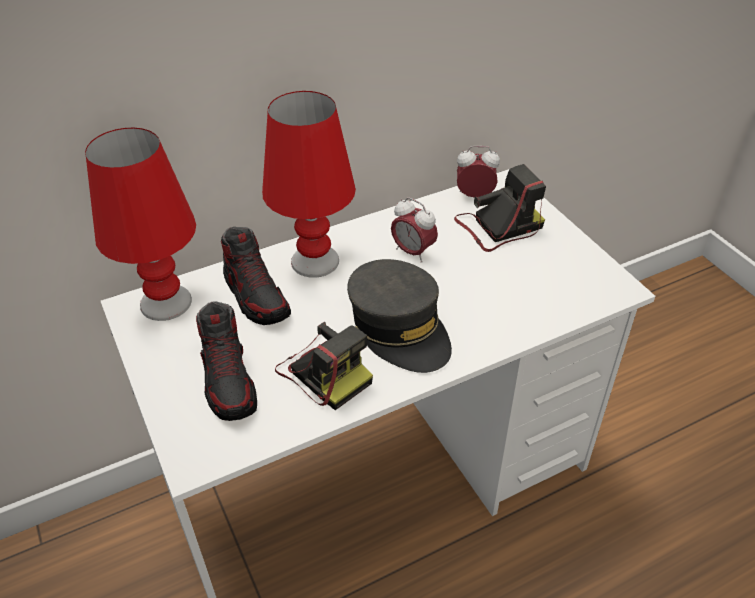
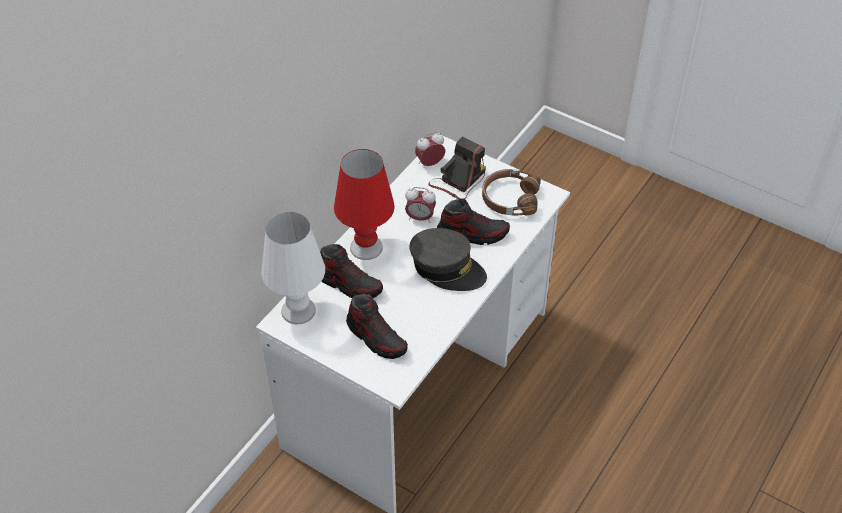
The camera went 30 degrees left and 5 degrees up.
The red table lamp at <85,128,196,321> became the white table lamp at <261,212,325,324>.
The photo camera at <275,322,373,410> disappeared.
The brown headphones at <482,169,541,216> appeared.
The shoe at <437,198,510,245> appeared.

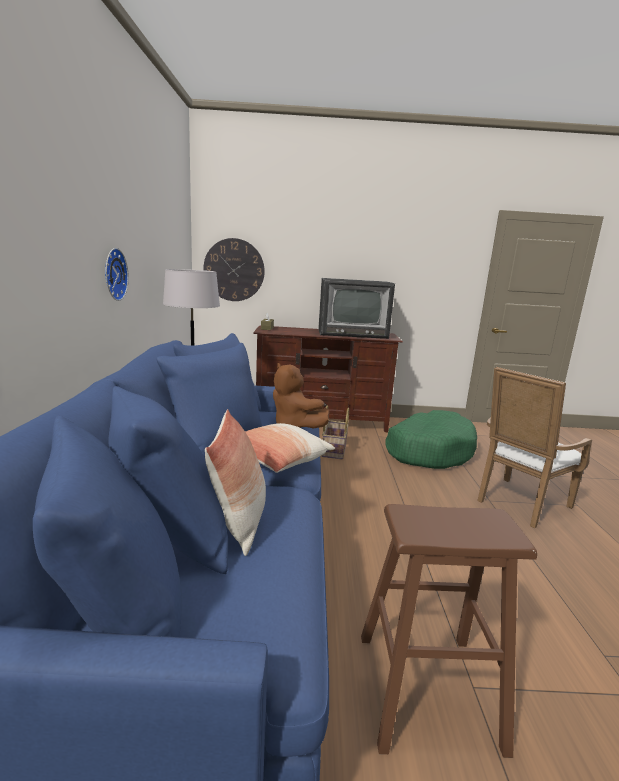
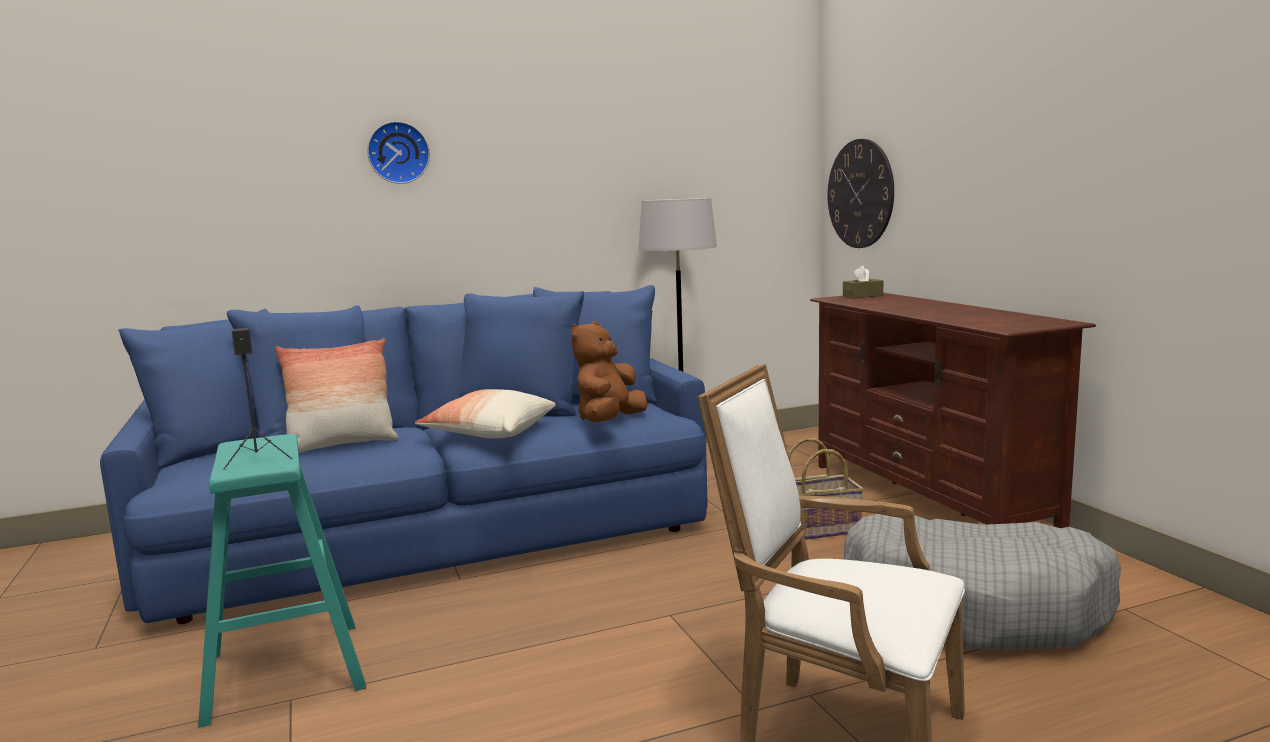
The camera went 70 degrees right and 5 degrees down.
The wall clock moved from <105,248,129,301> to <367,121,430,184>.
The television at <318,278,395,339> disappeared.
The green dog bed at <386,410,477,469> became the grey dog bed at <844,514,1121,650>.
The brown stool at <361,504,537,758> became the turquoise stool at <198,434,366,728>.
The black speaker at <223,328,292,470> appeared.

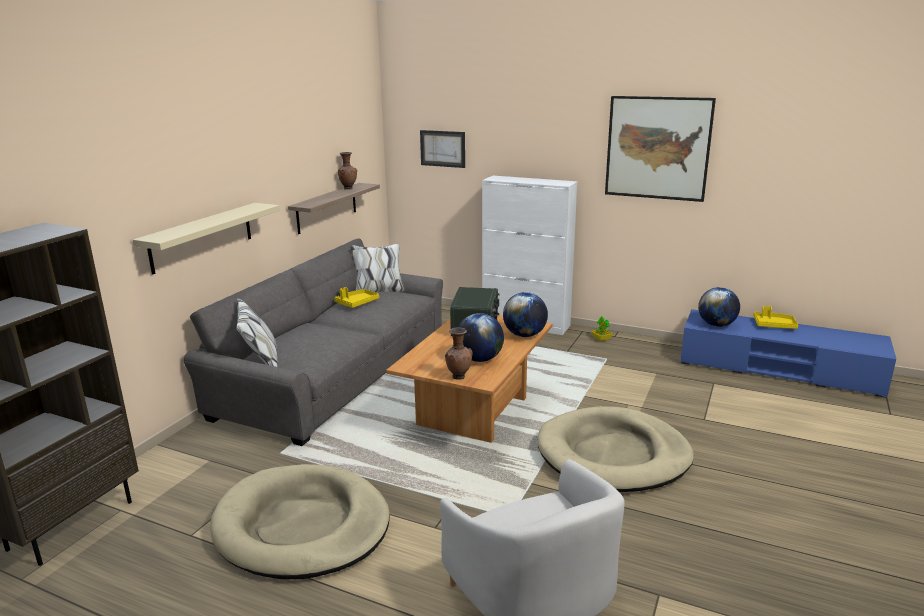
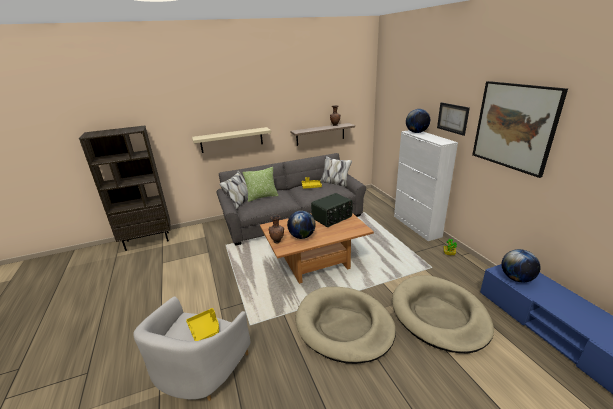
The camera went 45 degrees right and 5 degrees up.
The picture moved from <420,130,465,168> to <437,102,470,136>.
The globe moved from <503,292,548,337> to <406,109,430,133>.
The yellow tray moved from <754,306,798,329> to <186,308,219,341>.
The beige dog bed moved from <210,464,390,579> to <392,275,494,353>.
The pillow at <242,167,278,202> appeared.

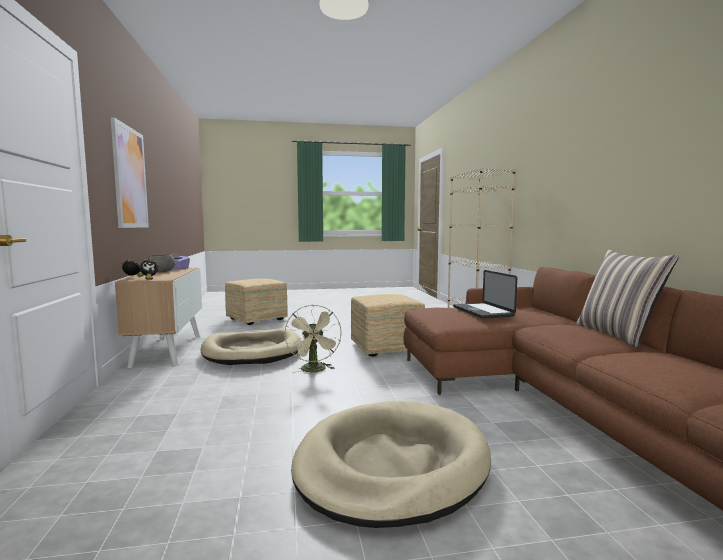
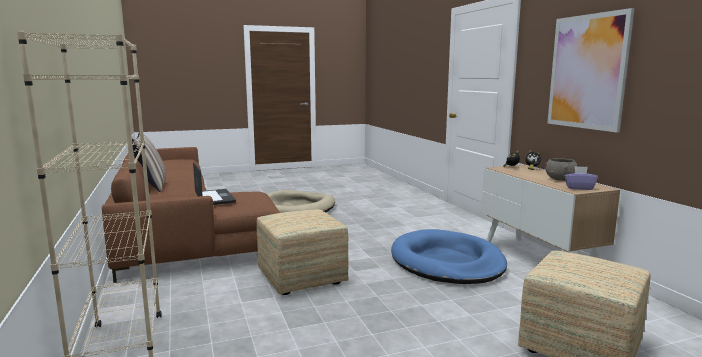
The camera went 170 degrees right and 5 degrees up.
The beige fan at <284,304,341,373> disappeared.
The beige dog bed at <201,328,301,365> became the blue dog bed at <391,229,507,284>.

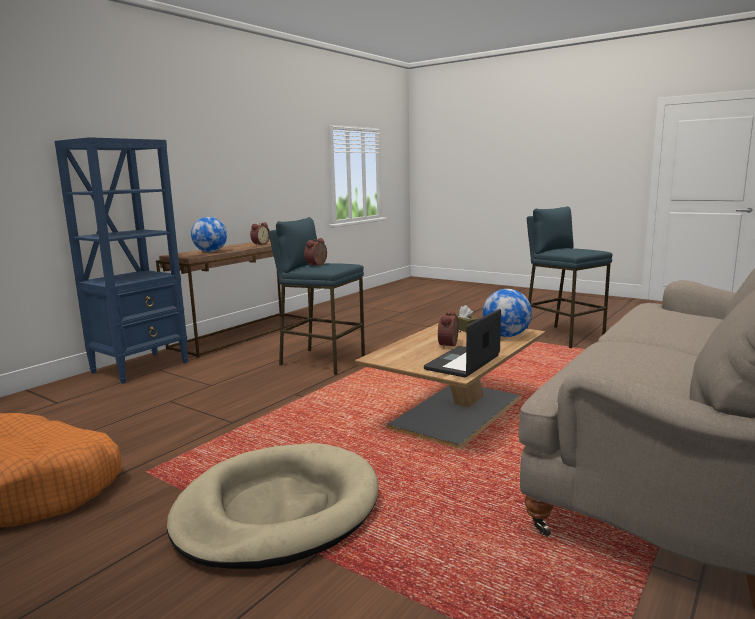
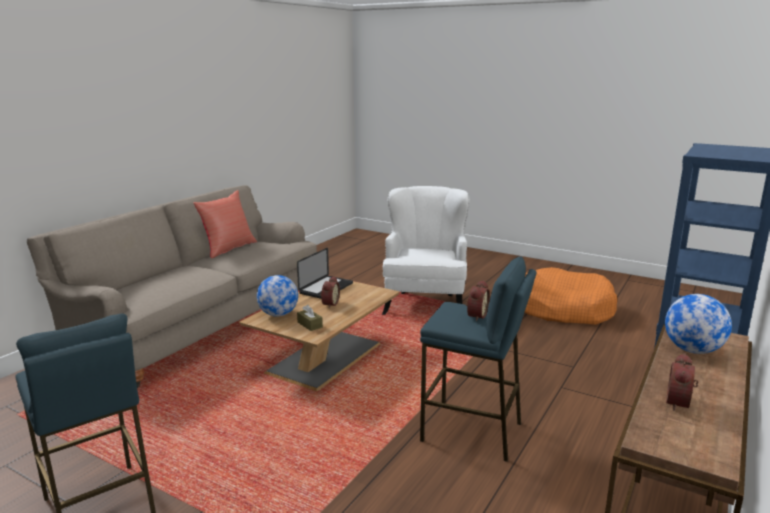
The camera went 175 degrees right and 5 degrees up.
The beige dog bed at <167,443,379,569> was replaced by the white armchair at <382,186,470,315>.
The red pillow at <193,190,257,258> appeared.

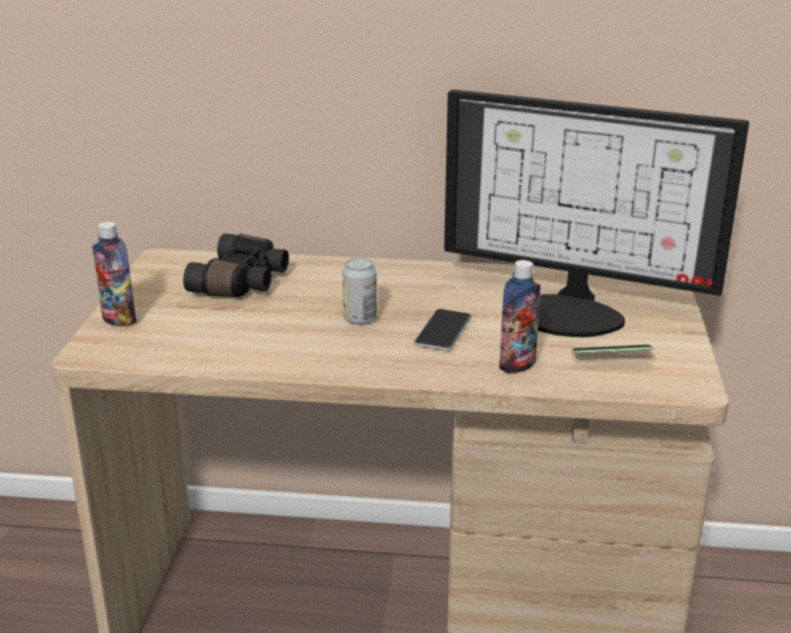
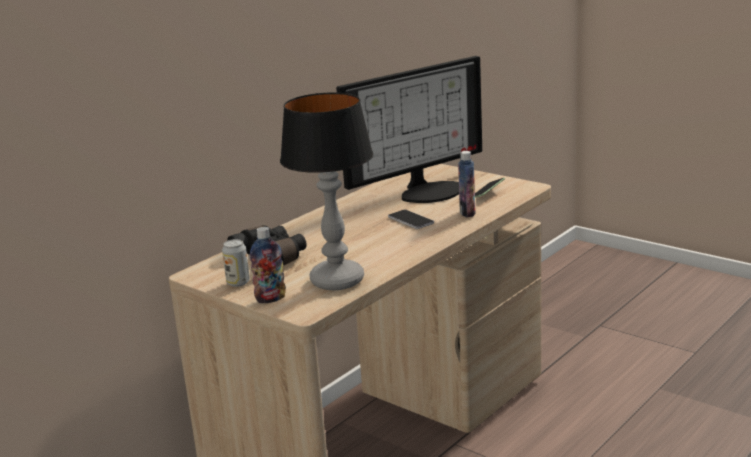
The camera went 55 degrees left and 5 degrees down.
The can moved from <342,258,377,325> to <222,239,250,287>.
The table lamp at <280,93,373,290> appeared.

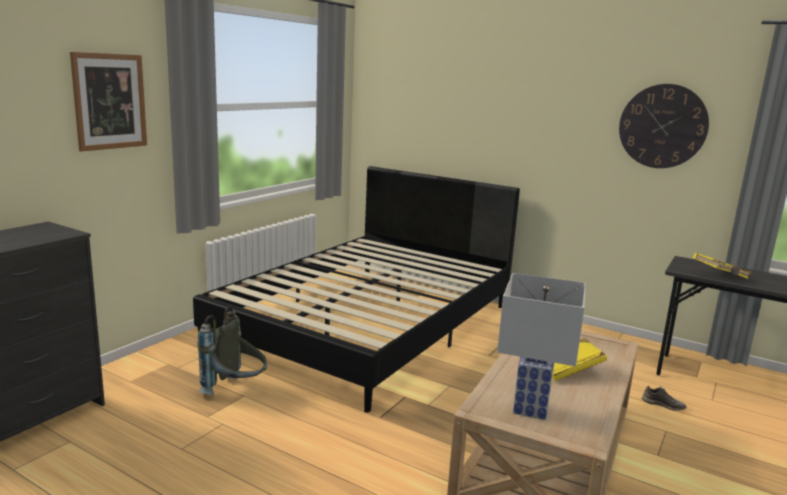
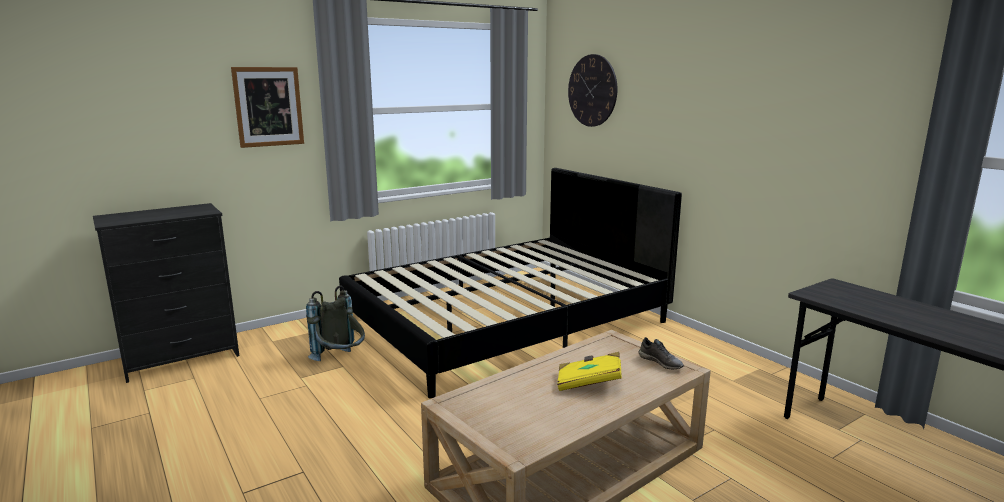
The camera went 25 degrees right and 0 degrees up.
The wall clock moved from <619,84,709,168> to <568,54,617,127>.
The yellow book at <693,253,752,279> disappeared.
The white table lamp at <497,273,586,420> disappeared.
The grey shoe moved from <642,386,687,411> to <638,337,684,369>.

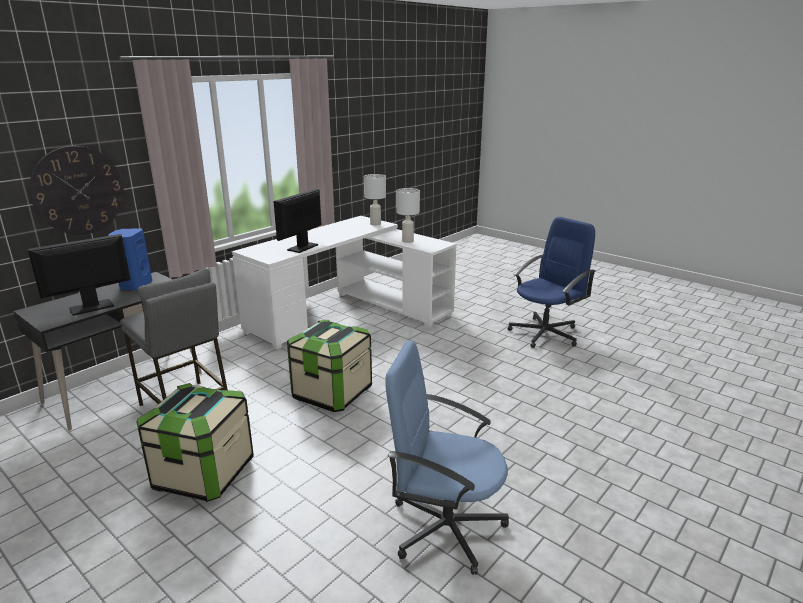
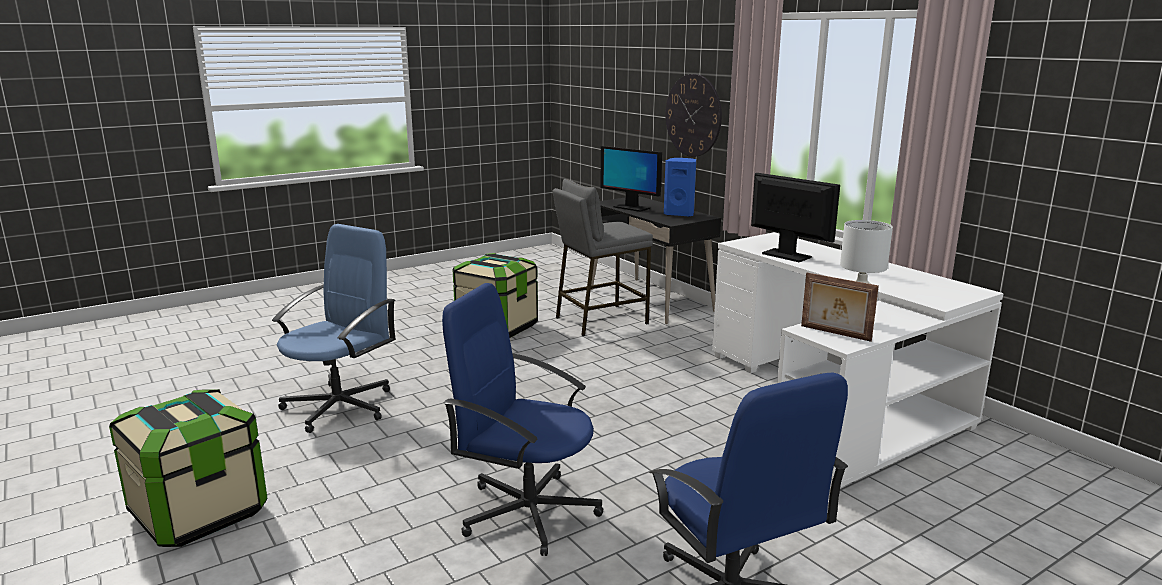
The camera went 105 degrees right and 5 degrees down.
The white table lamp at <364,174,386,226> disappeared.
The monitor at <27,234,131,316> turned 150 degrees clockwise.
The storage box moved from <287,320,372,412> to <109,389,267,547>.
The picture frame at <801,273,879,342> appeared.
The blue office chair at <442,283,604,556> appeared.

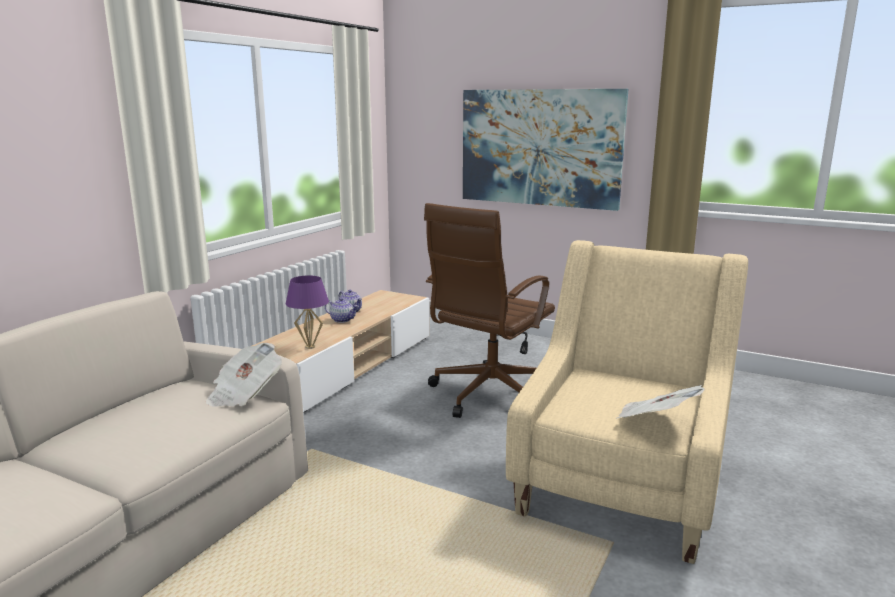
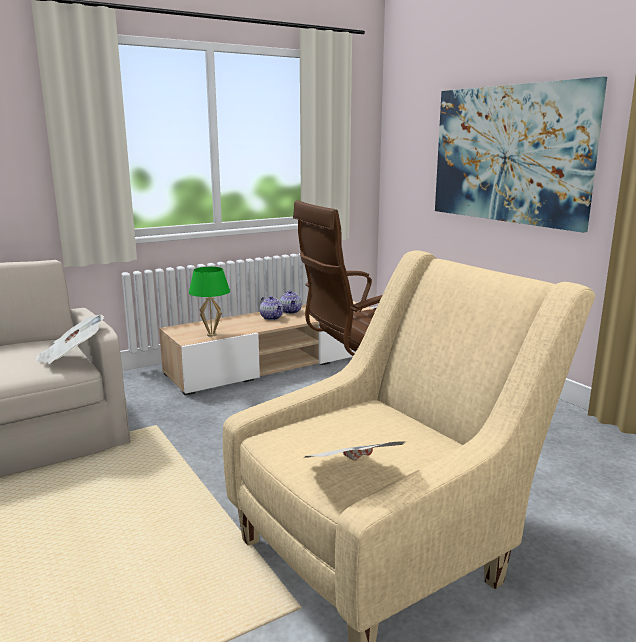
The camera went 30 degrees right and 0 degrees up.
The purple table lamp at <286,276,329,349> became the green table lamp at <189,267,230,337>.

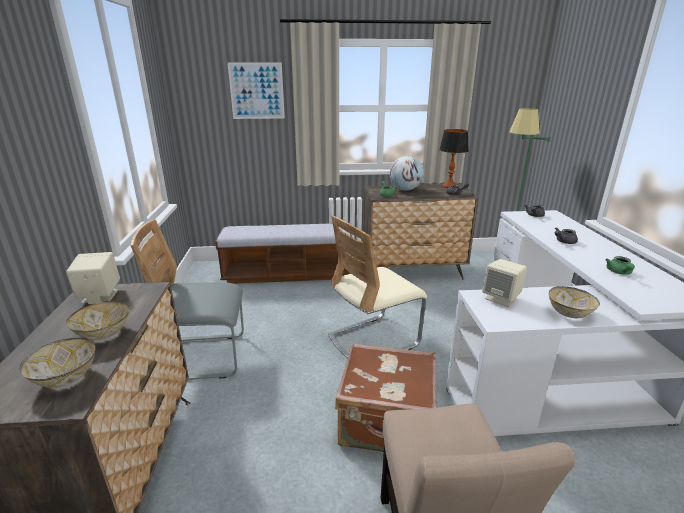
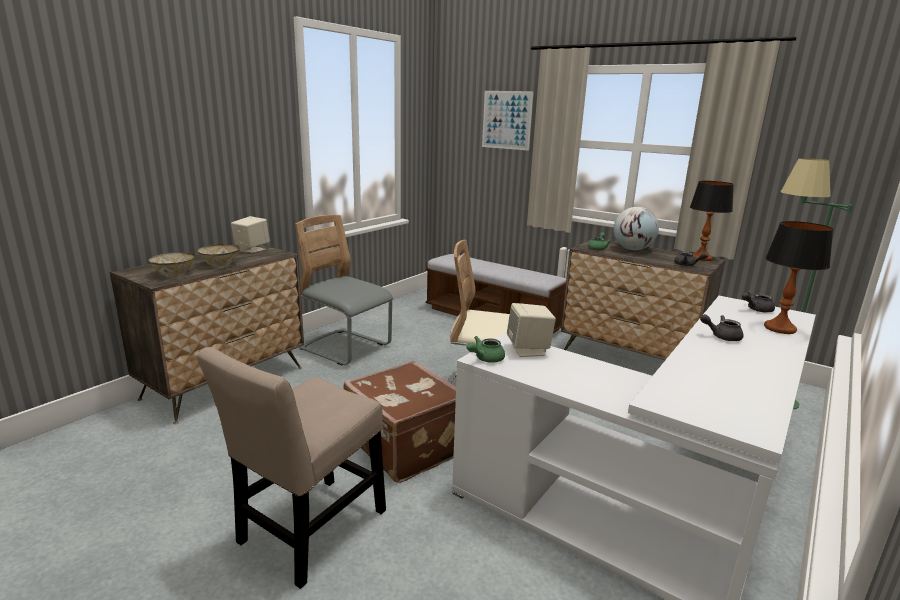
The camera went 40 degrees right and 5 degrees down.
The green teapot moved from <606,256,635,275> to <466,336,505,363>.
The bowl at <549,286,600,318> disappeared.
The table lamp at <764,221,833,334> appeared.

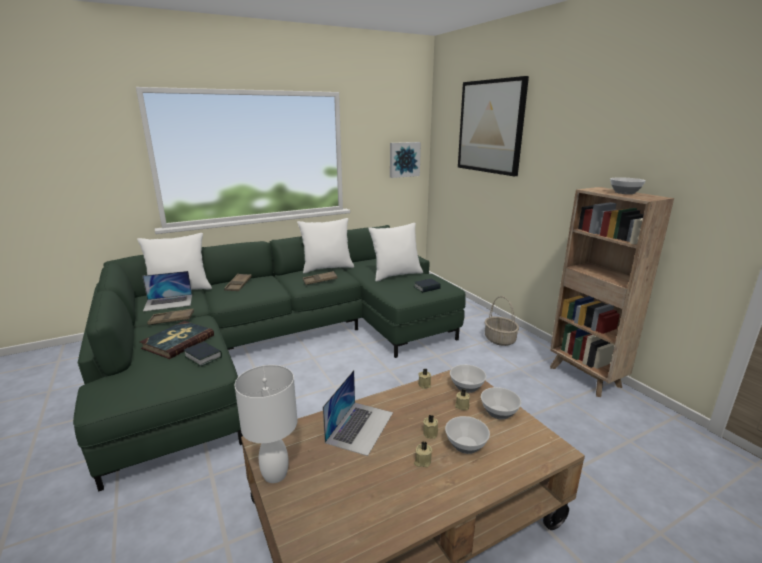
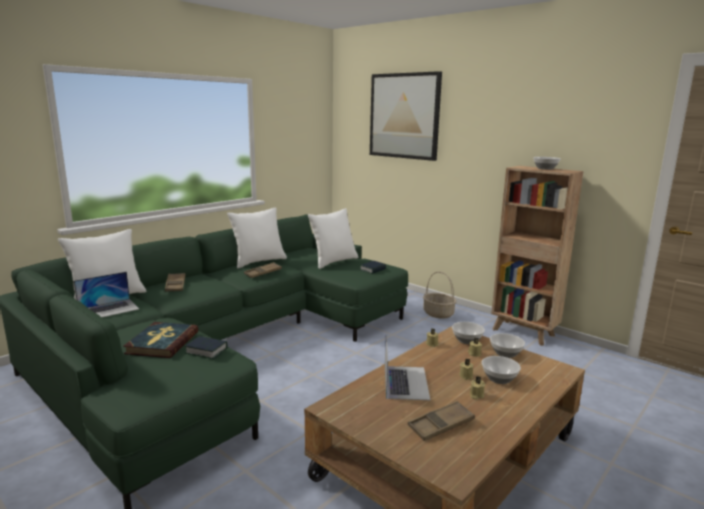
The camera went 20 degrees left and 5 degrees down.
The picture at <390,142,421,178> disappeared.
The brown tray moved from <147,309,194,325> to <408,401,475,441>.
The white table lamp at <235,365,297,483> disappeared.

